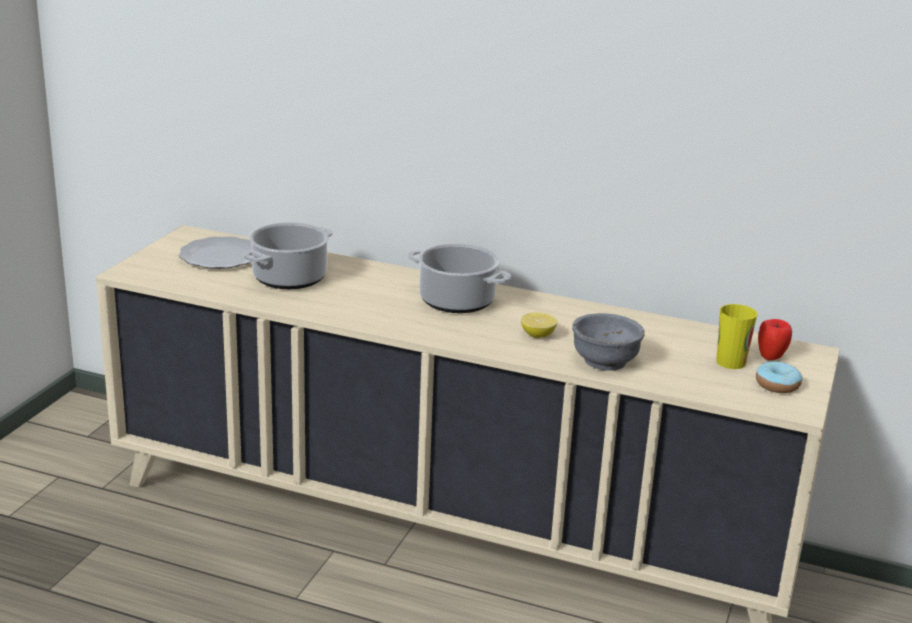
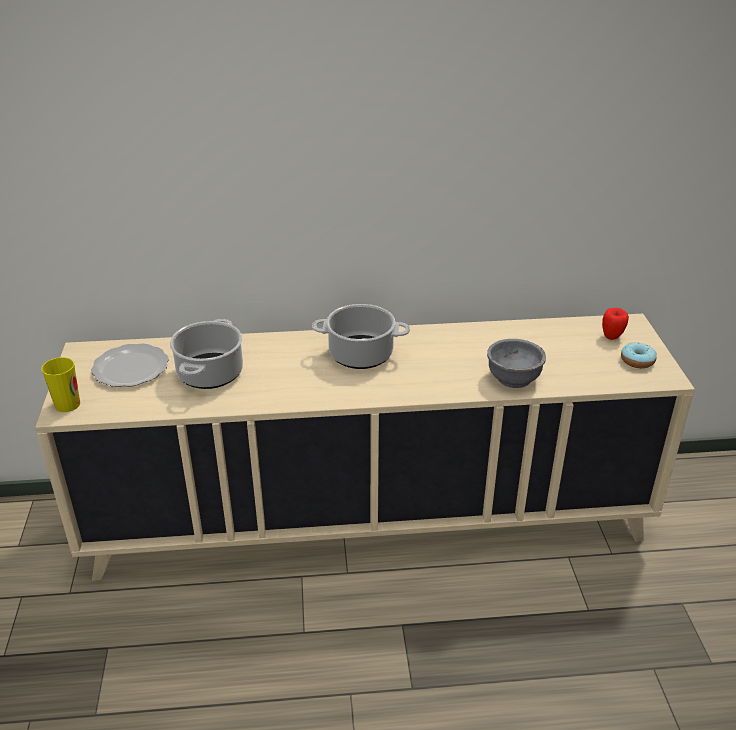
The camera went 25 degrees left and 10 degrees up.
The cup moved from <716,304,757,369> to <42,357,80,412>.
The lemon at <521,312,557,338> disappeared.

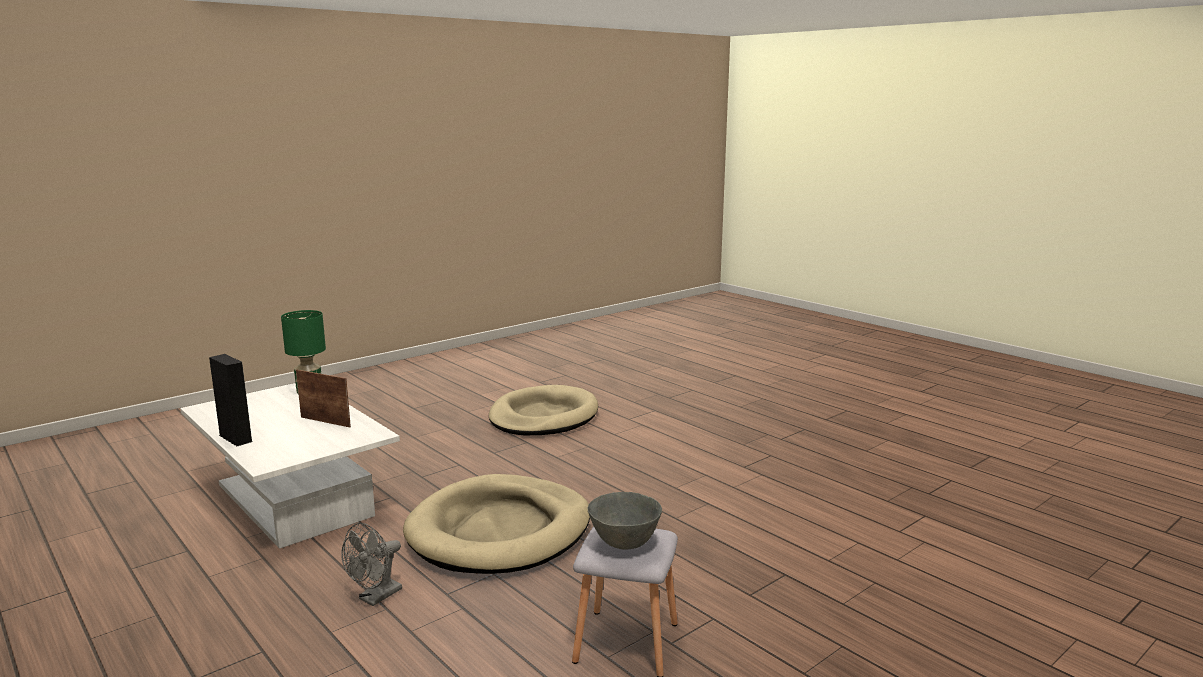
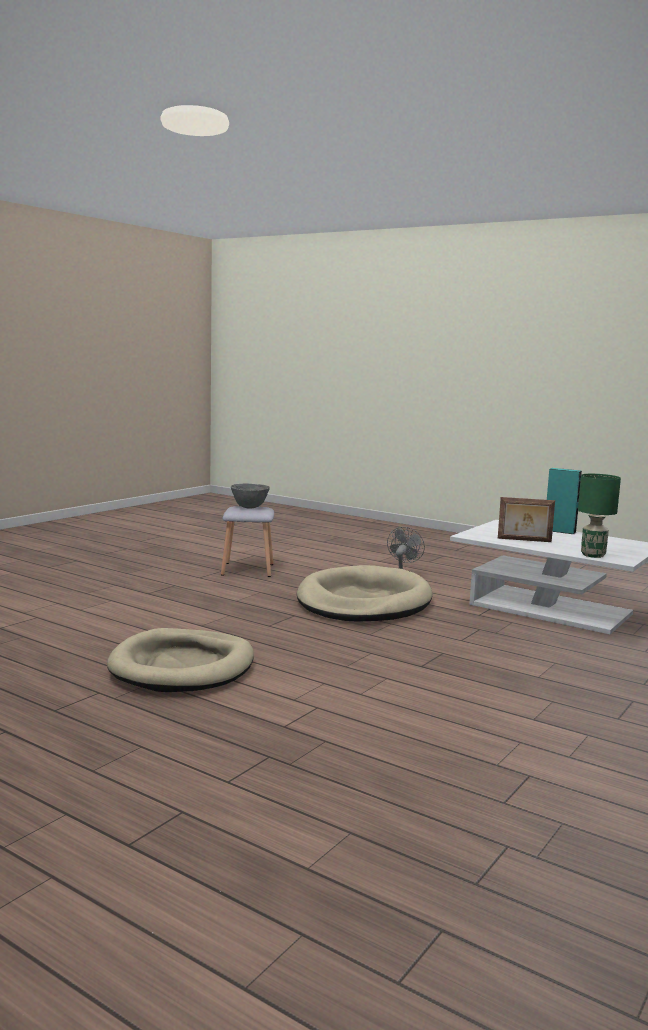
The camera went 165 degrees right and 5 degrees down.
The black speaker at <209,354,252,446> became the turquoise speaker at <547,468,582,534>.
The beige dog bed moved from <489,385,598,435> to <107,628,254,692>.

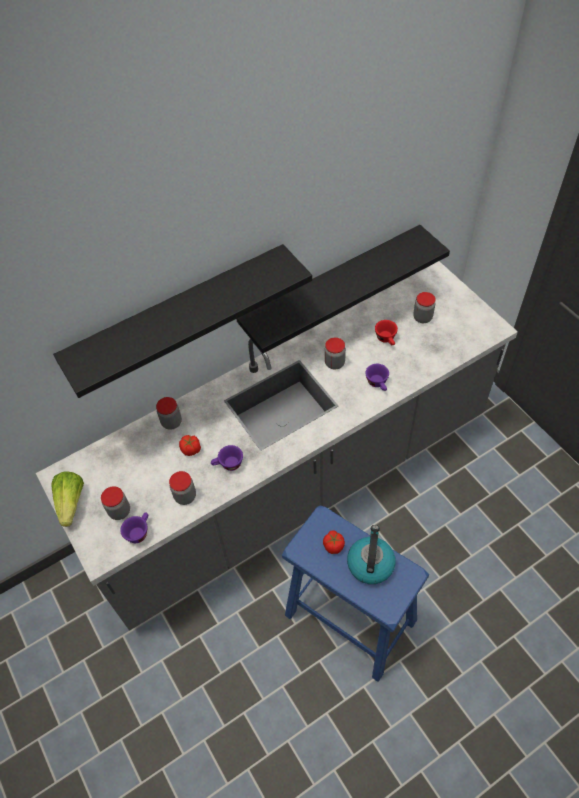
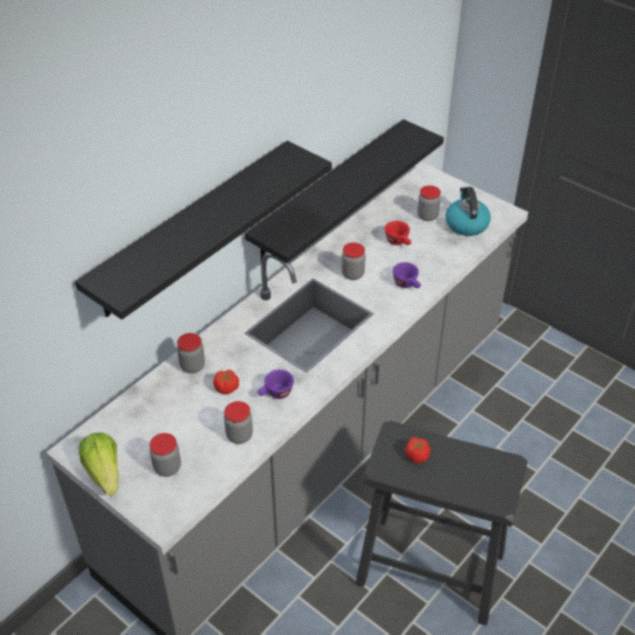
The camera went 20 degrees left and 10 degrees down.
The blue stool at <282,505,429,682> became the black stool at <355,421,528,625>.
The purple cup at <120,512,148,543> disappeared.
The kettle moved from <347,525,396,584> to <446,187,491,236>.

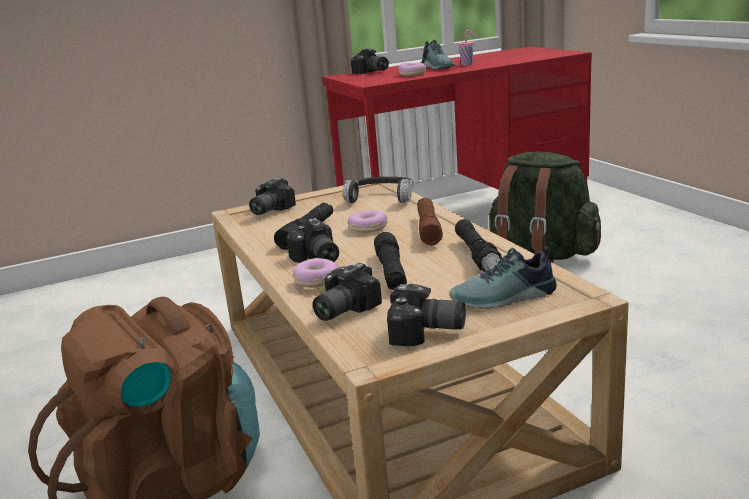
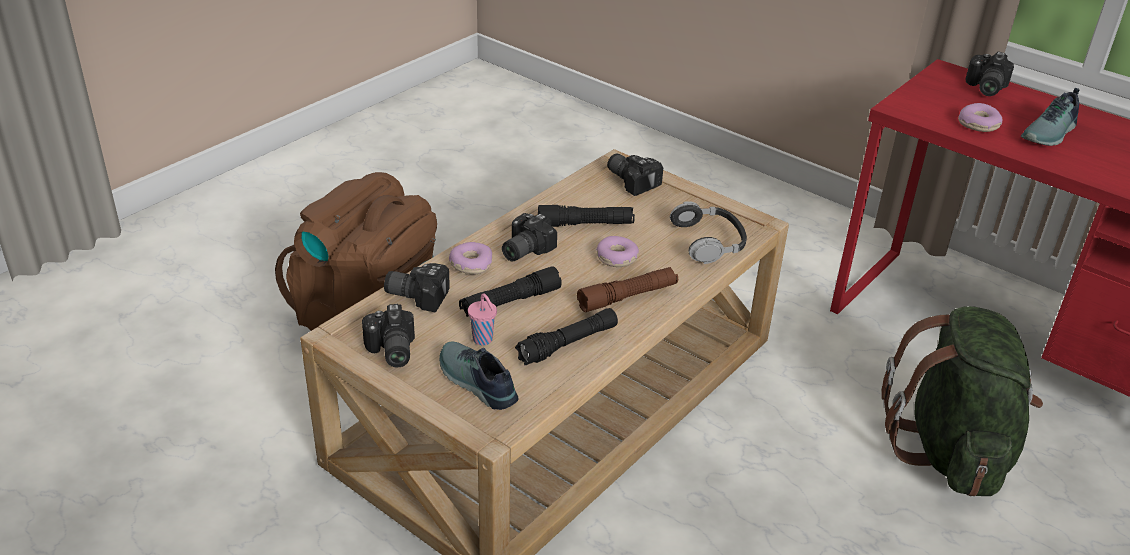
The camera went 60 degrees right and 15 degrees up.
The pink cup moved from <458,30,475,66> to <468,294,497,345>.
The photo camera at <249,178,296,215> turned 45 degrees clockwise.

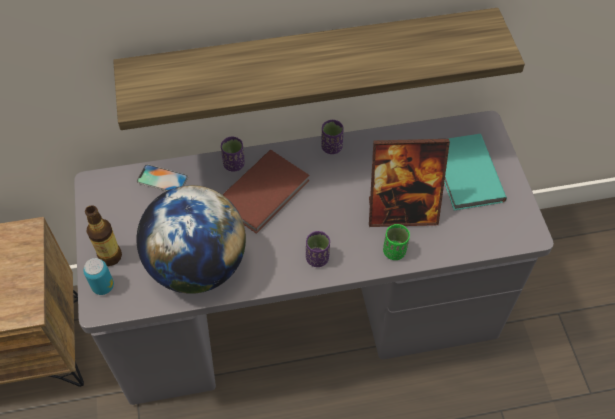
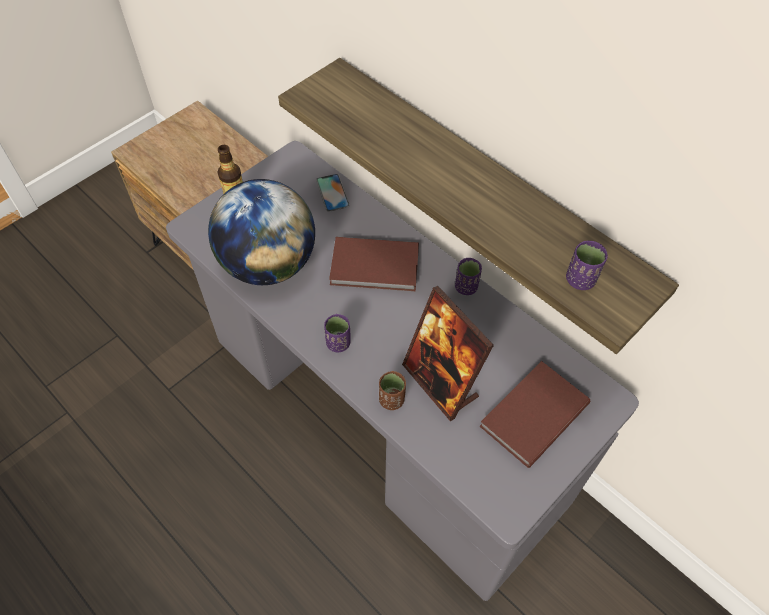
The camera went 55 degrees right and 0 degrees up.
The turquoise book at <444,134,507,210> became the brown book at <480,361,591,468>.
The purple cup moved from <221,137,245,172> to <566,241,608,290>.
The green cup at <383,224,410,260> became the brown cup at <379,371,406,410>.
The can at <83,258,114,295> disappeared.

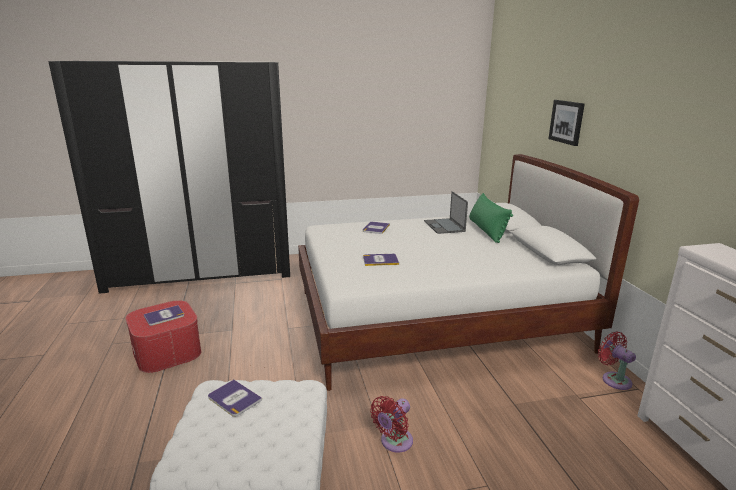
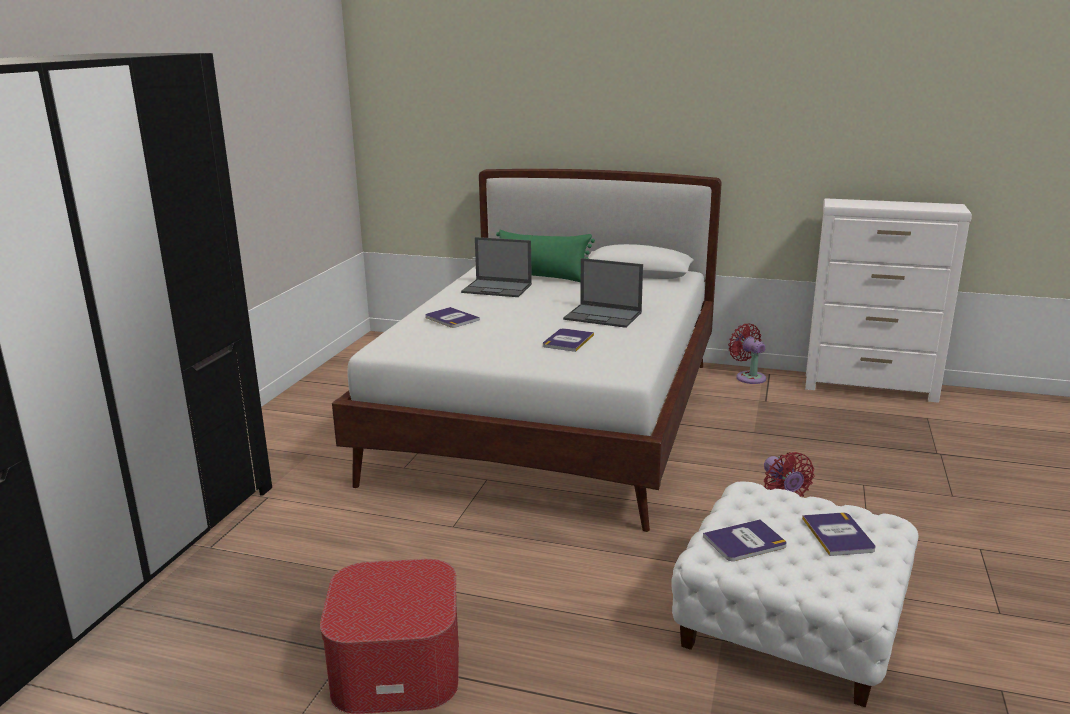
The camera went 60 degrees left and 0 degrees up.
The picture at <548,100,585,146> disappeared.
The book moved from <144,305,184,326> to <802,513,876,556>.
The red fan at <598,332,636,390> turned 60 degrees clockwise.
The laptop at <563,258,643,328> appeared.

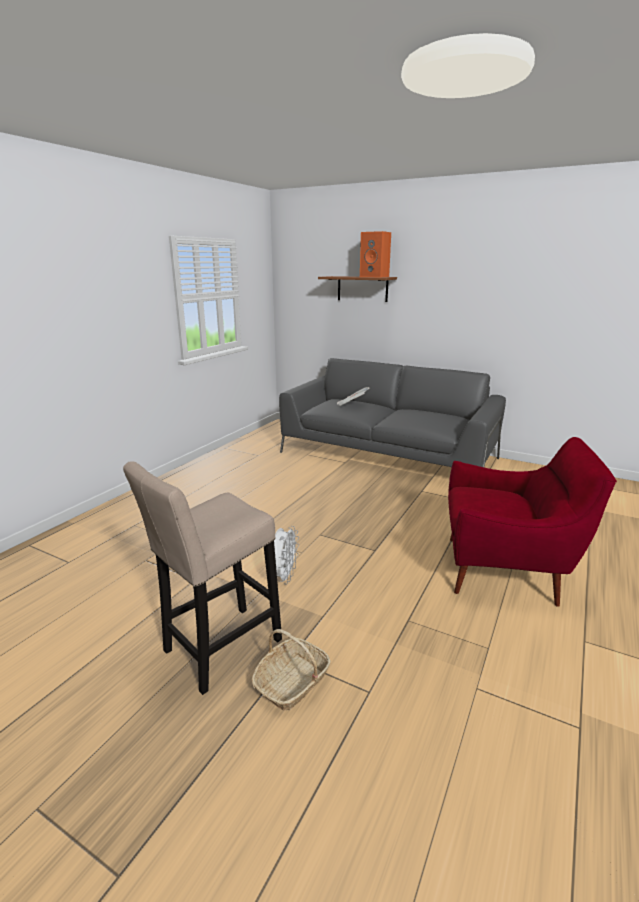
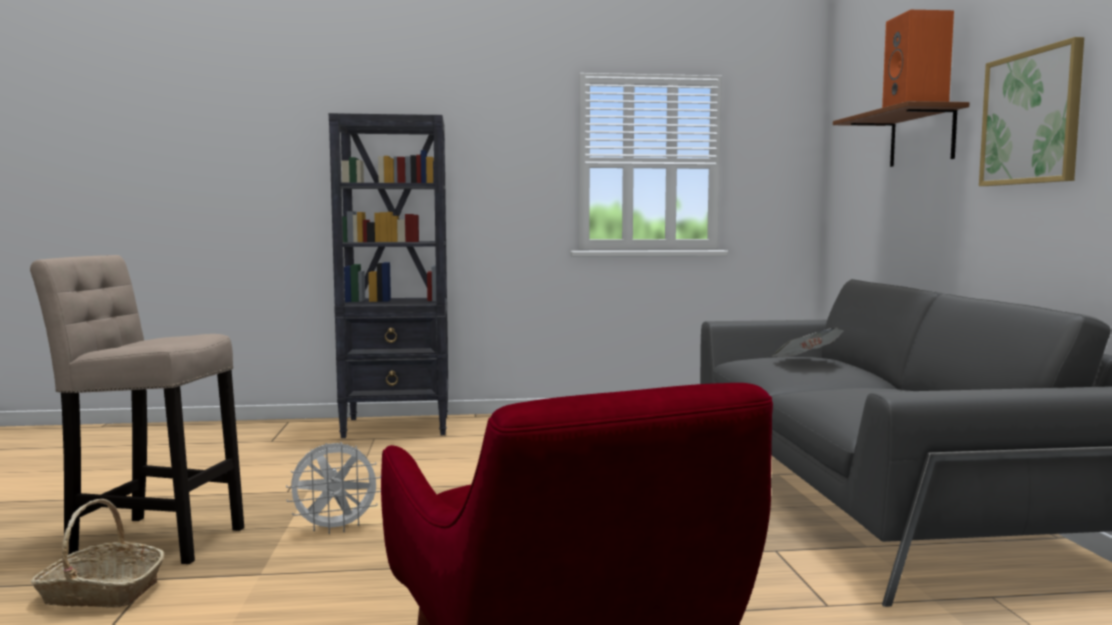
The camera went 55 degrees right and 15 degrees down.
The picture at <979,37,1084,186> appeared.
The black bookcase at <329,113,448,438> appeared.

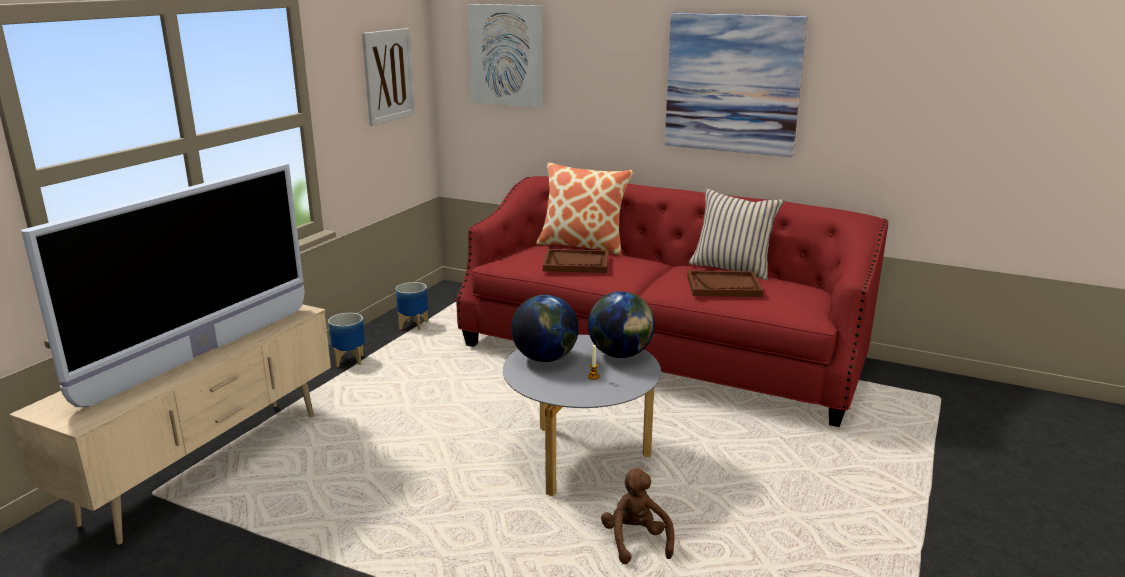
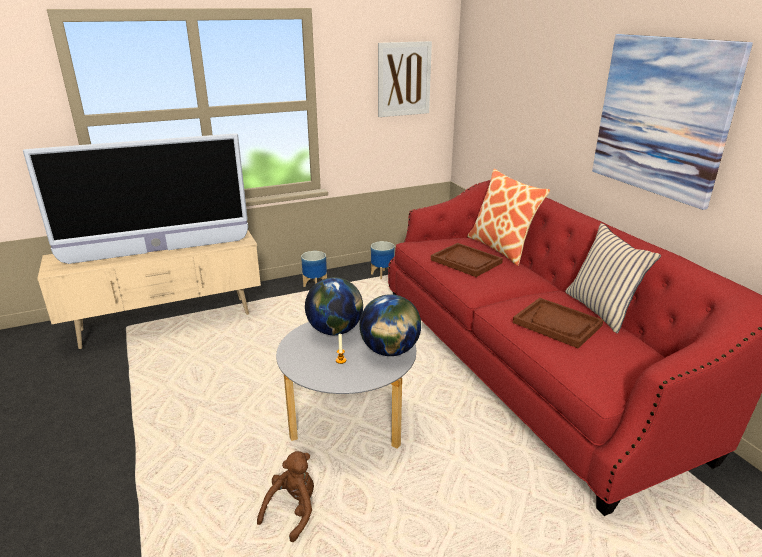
The camera went 40 degrees right and 5 degrees up.
The picture at <468,4,543,108> disappeared.

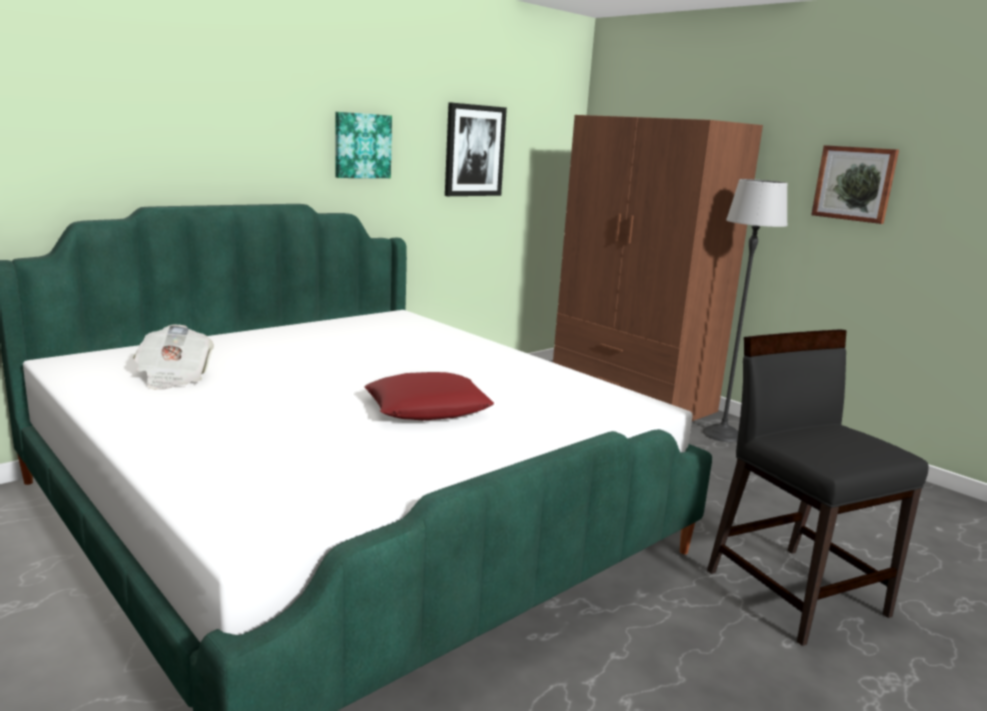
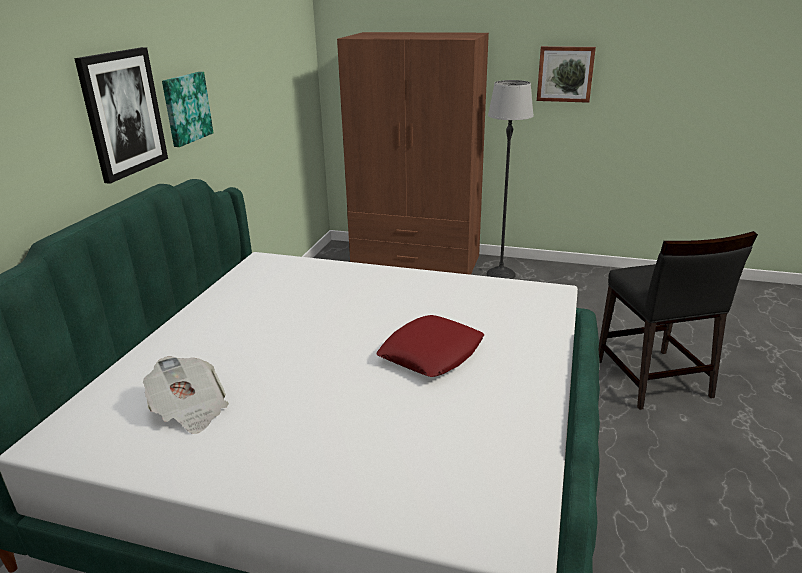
The camera went 30 degrees left and 10 degrees up.
The picture moved from <445,103,507,196> to <74,47,168,184>.
The black chair at <707,329,928,646> turned 135 degrees counterclockwise.

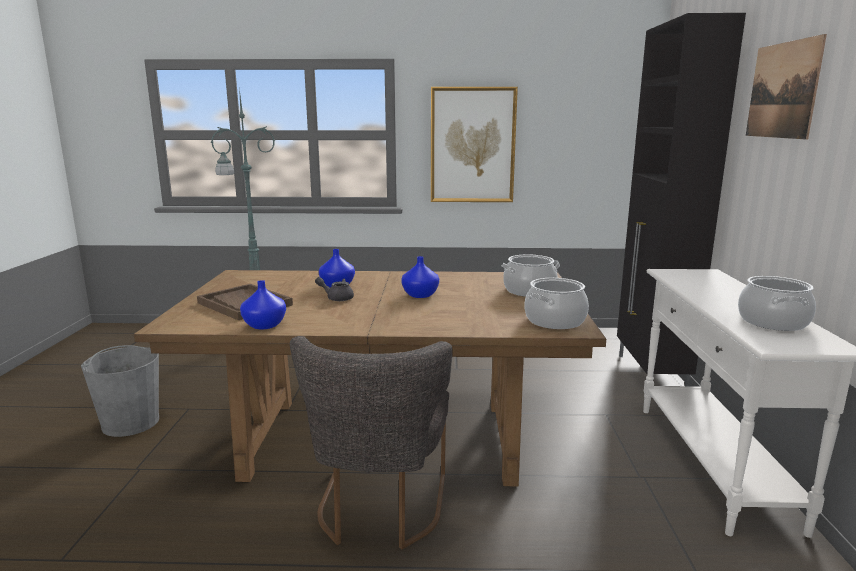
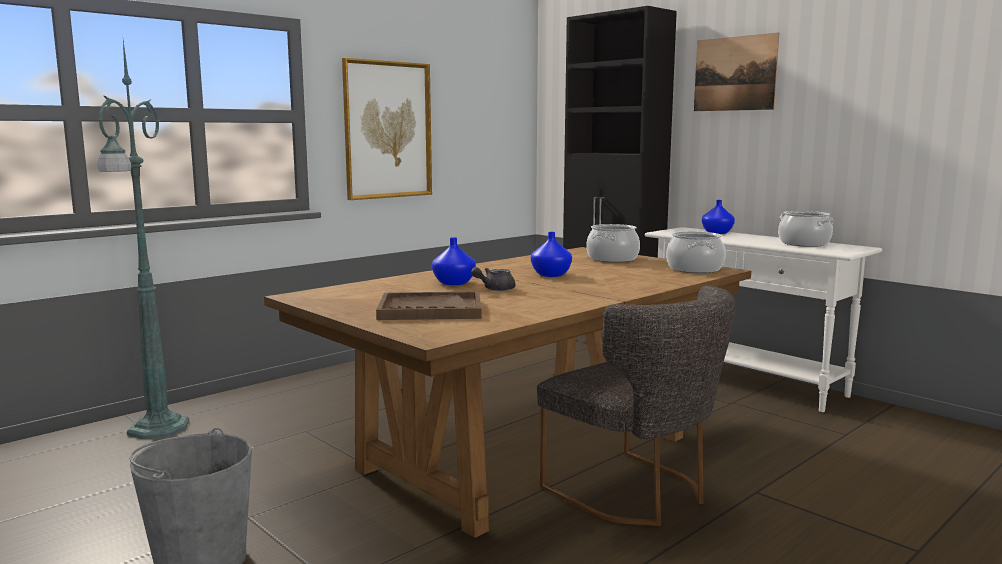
The camera went 45 degrees left and 5 degrees down.
The blue vase moved from <240,280,286,329> to <702,200,735,234>.

